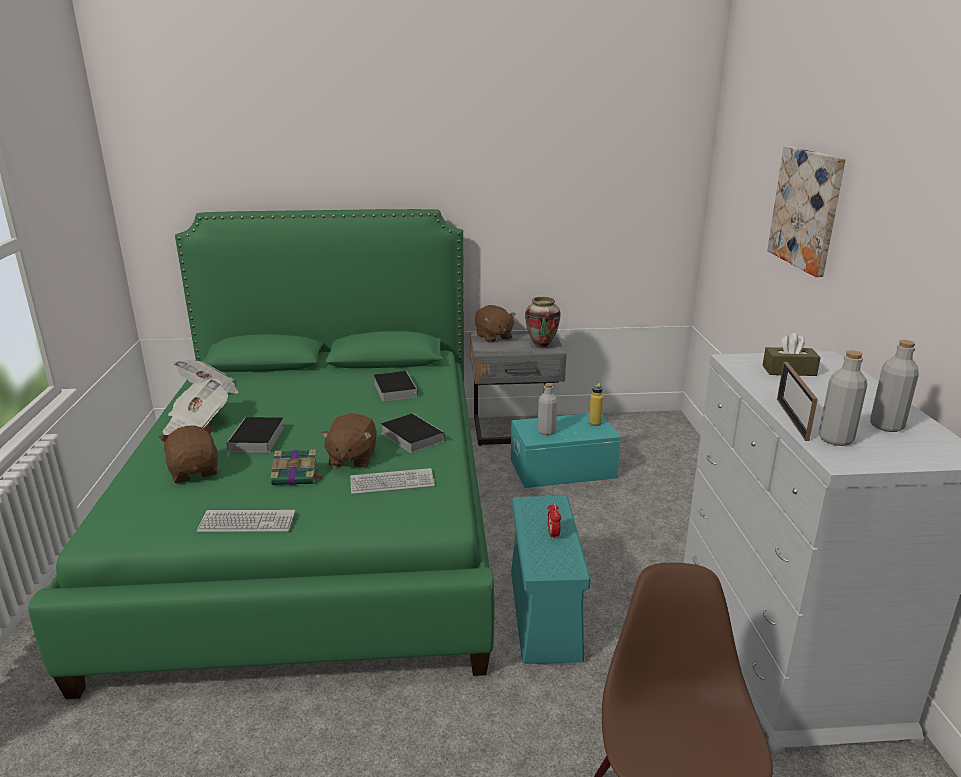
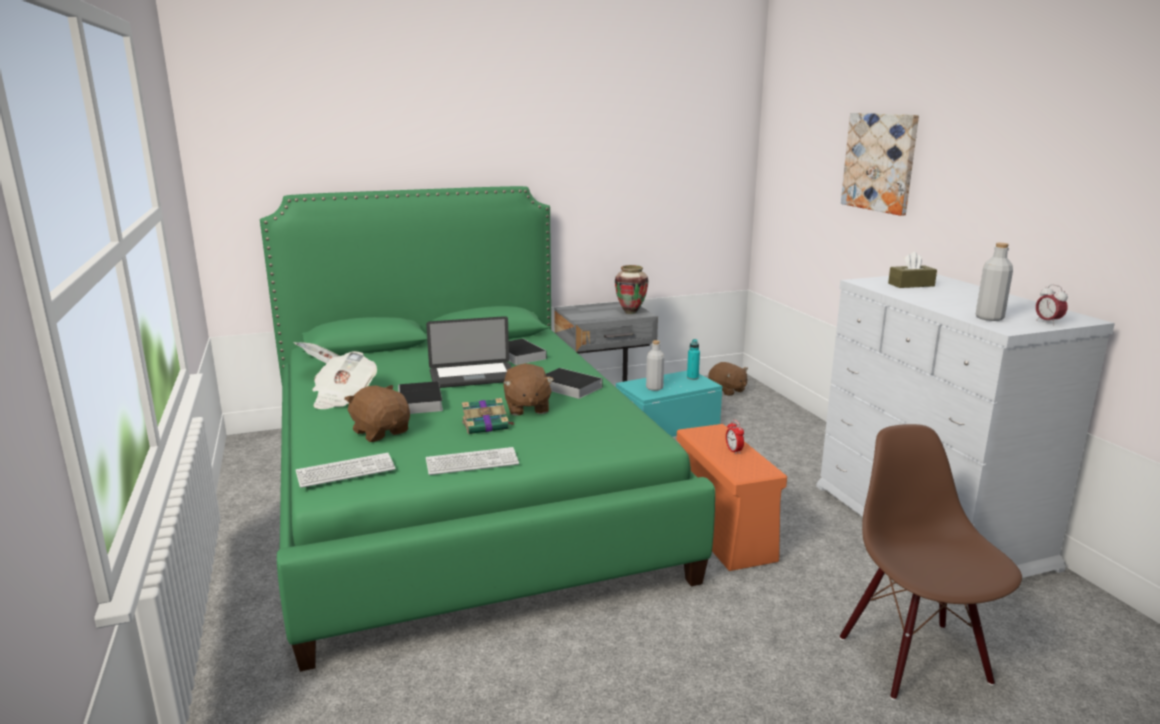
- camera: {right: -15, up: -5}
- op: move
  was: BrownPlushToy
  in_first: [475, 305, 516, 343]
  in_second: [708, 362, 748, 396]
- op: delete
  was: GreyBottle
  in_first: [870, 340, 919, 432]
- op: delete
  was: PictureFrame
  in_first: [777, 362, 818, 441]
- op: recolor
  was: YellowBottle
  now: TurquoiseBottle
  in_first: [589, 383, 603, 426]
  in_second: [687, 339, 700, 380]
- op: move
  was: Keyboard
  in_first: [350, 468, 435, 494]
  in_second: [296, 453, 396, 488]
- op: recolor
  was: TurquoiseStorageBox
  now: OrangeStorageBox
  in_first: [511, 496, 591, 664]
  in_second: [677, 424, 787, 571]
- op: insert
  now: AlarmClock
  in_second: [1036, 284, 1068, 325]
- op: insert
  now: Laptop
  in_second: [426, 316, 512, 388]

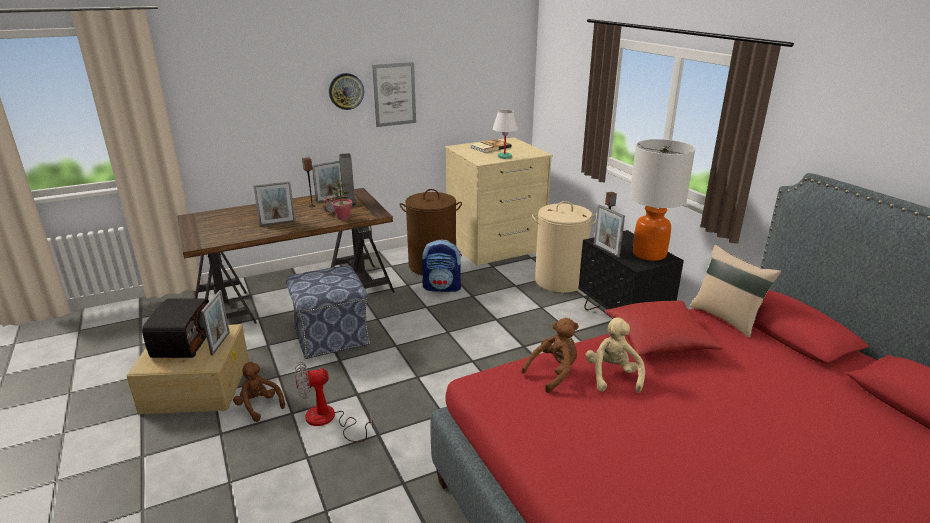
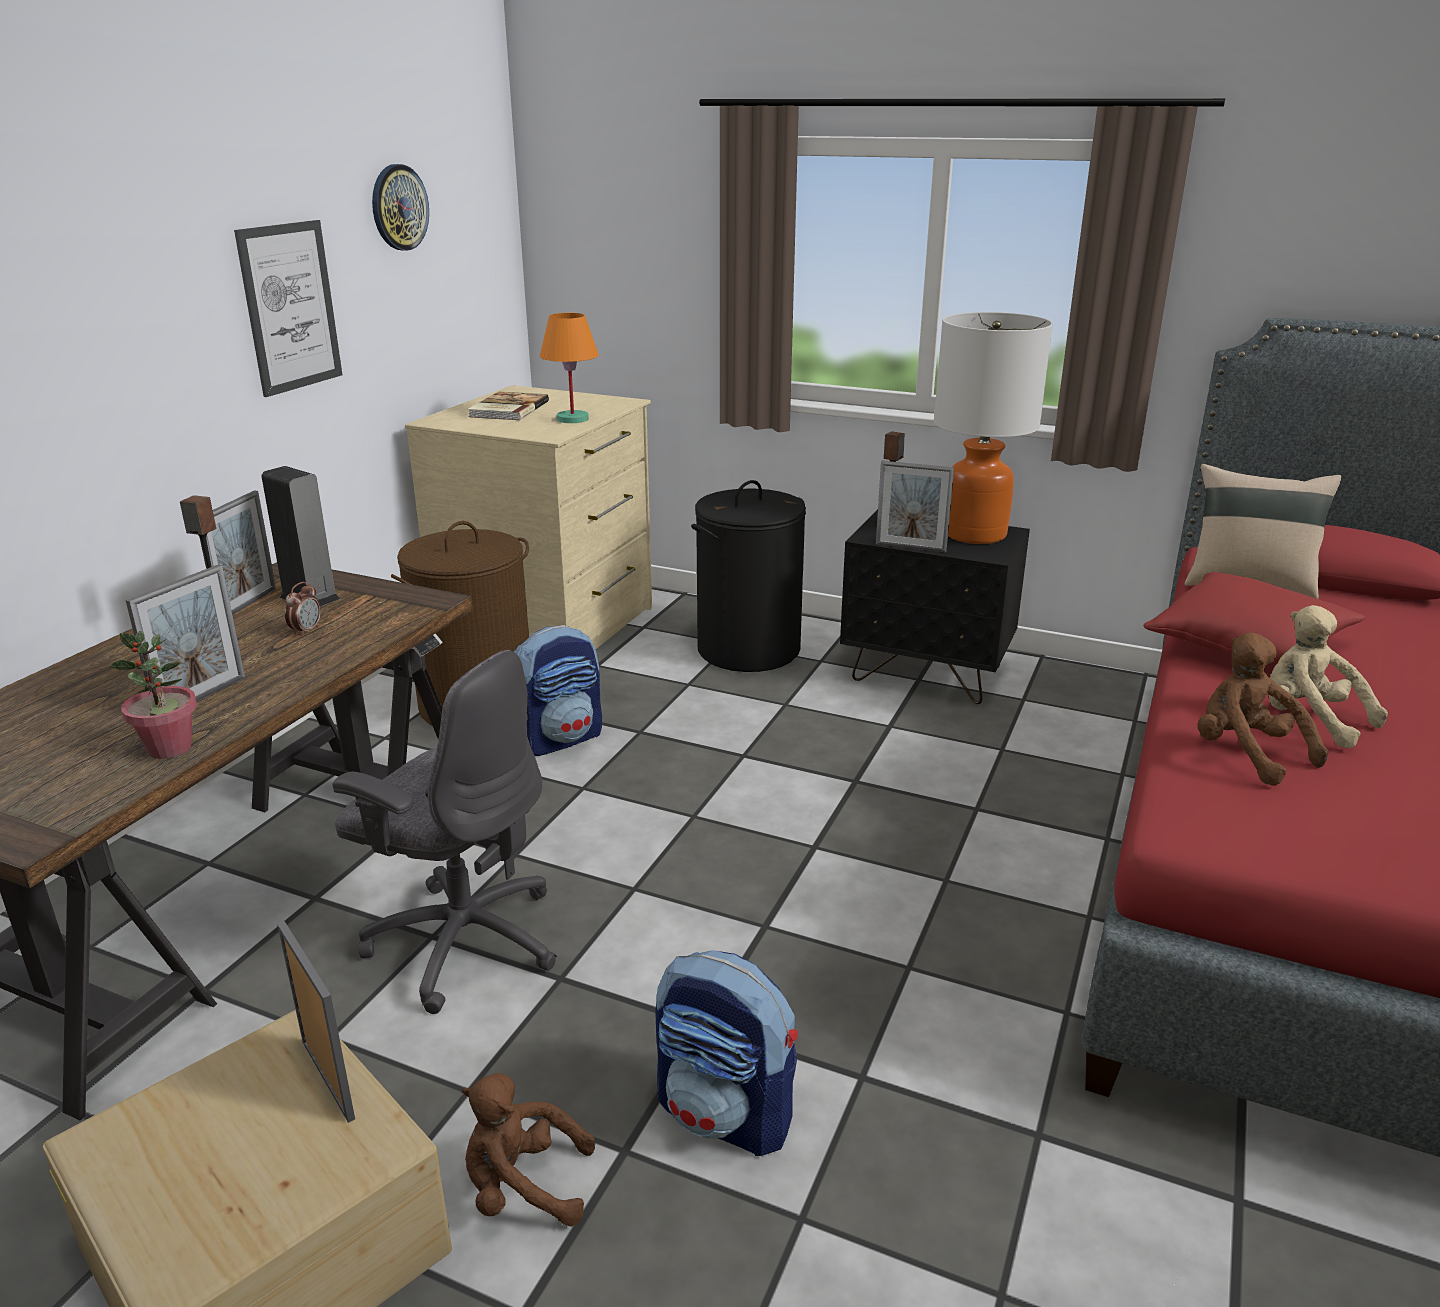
- camera: {right: -40, up: 0}
- op: move
  was: WallClock
  in_first: [329, 73, 364, 110]
  in_second: [372, 164, 429, 251]
- op: recolor
  was: WhiteTableLamp
  now: OrangeTableLamp
  in_first: [493, 110, 519, 159]
  in_second: [540, 313, 599, 423]
- op: move
  was: PottedPlant
  in_first: [331, 180, 352, 220]
  in_second: [109, 631, 197, 759]
- op: recolor
  was: BeigeLaundryBasket
  now: BlackLaundryBasket
  in_first: [532, 201, 597, 293]
  in_second: [691, 480, 806, 672]
- op: replace
  was: Ottoman
  now: GreyOfficeChair
  in_first: [286, 266, 370, 359]
  in_second: [332, 650, 557, 1014]
- op: delete
  was: Radio
  in_first: [142, 299, 209, 358]
- op: rotate
  was: BrownPlushToy
  in_first: [521, 318, 579, 393]
  in_second: [1197, 632, 1328, 786]
  clockwise: -45
- op: replace
  was: Fan
  now: Backpack
  in_first: [295, 362, 373, 442]
  in_second: [655, 950, 798, 1156]

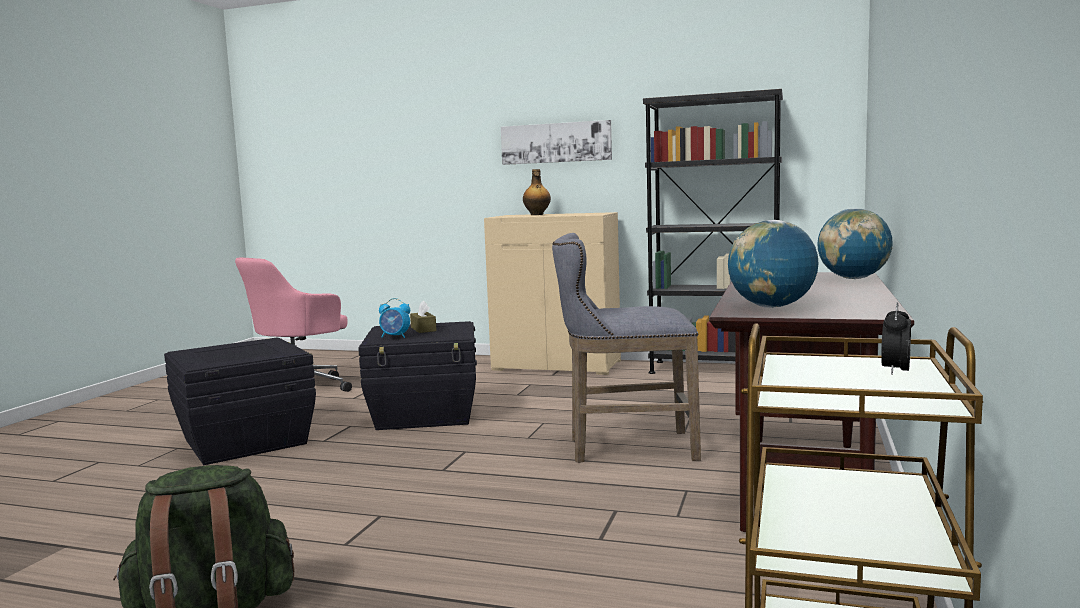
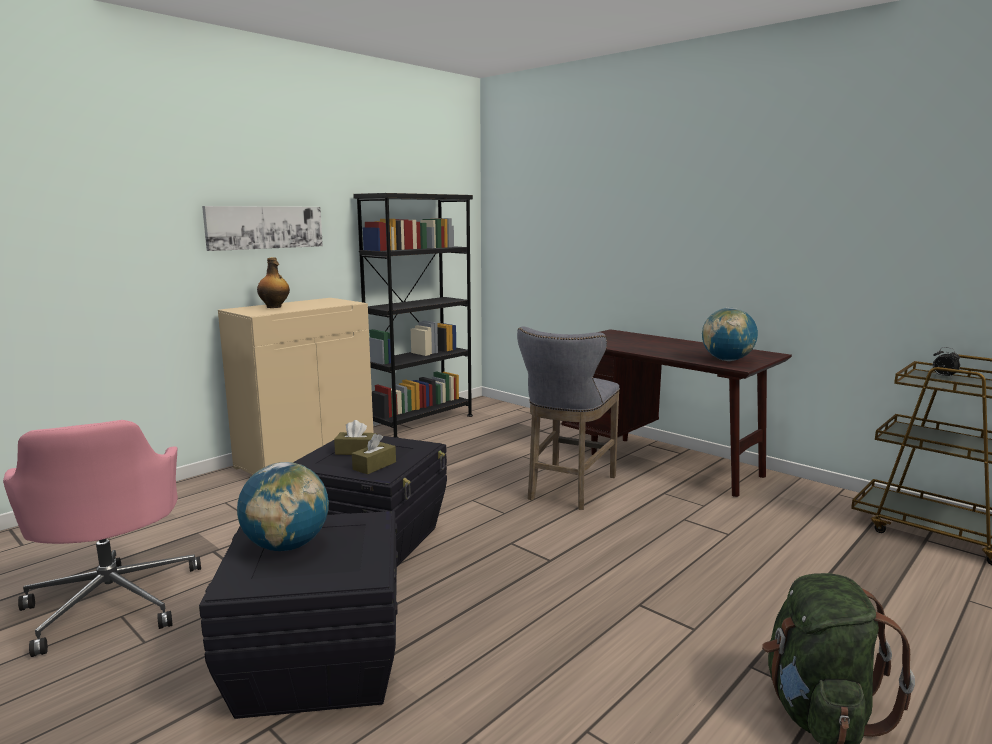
- camera: {right: -65, up: 5}
- op: move
  was: Globe
  in_first: [817, 208, 893, 279]
  in_second: [237, 462, 329, 551]
- op: replace
  was: AlarmClock
  now: BrownTissueBox
  in_first: [379, 298, 410, 338]
  in_second: [352, 433, 396, 474]

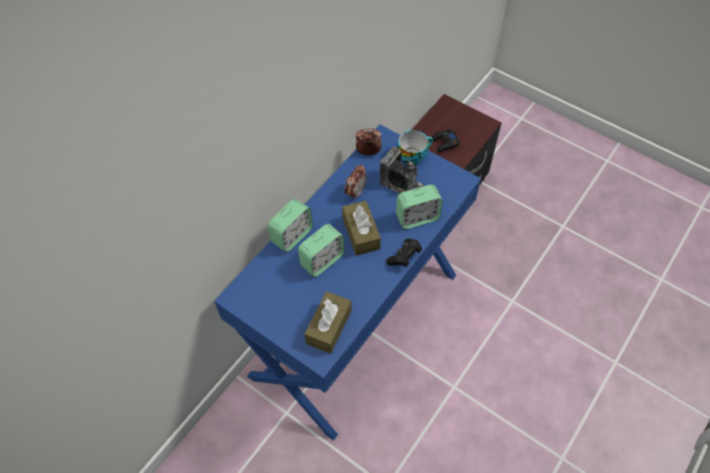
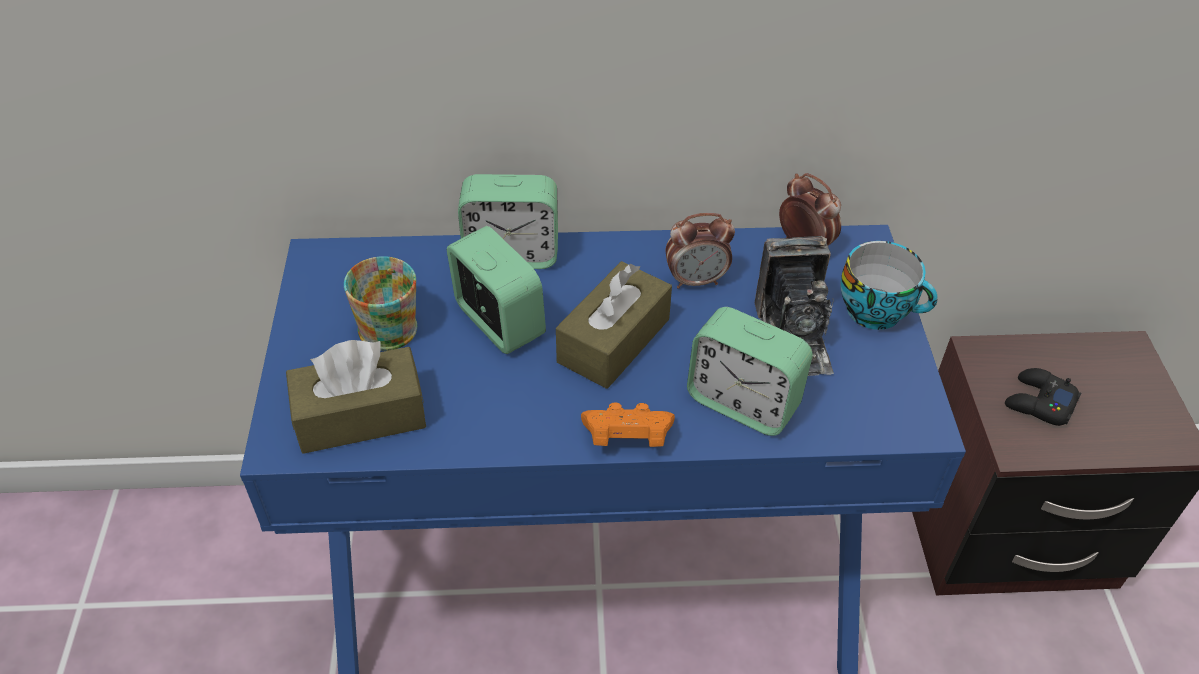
- camera: {right: 50, up: -10}
- op: rotate
  was: AlarmClock
  in_first: [298, 224, 344, 277]
  in_second: [447, 226, 546, 354]
  clockwise: -135
- op: recolor
  was: BlackGameController
  now: OrangeGameController
  in_first: [386, 238, 422, 267]
  in_second: [581, 402, 675, 447]
- op: insert
  now: Mug
  in_second: [344, 256, 417, 351]

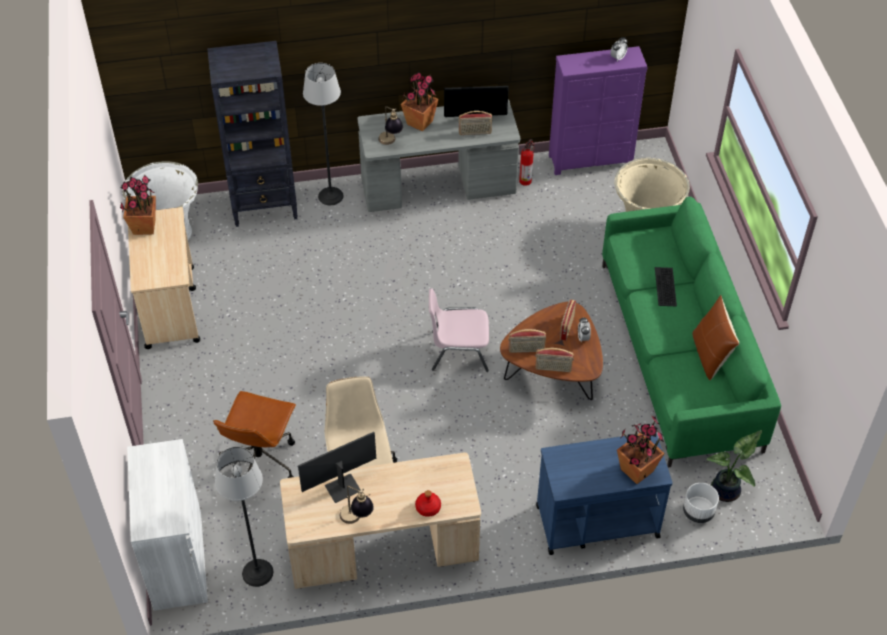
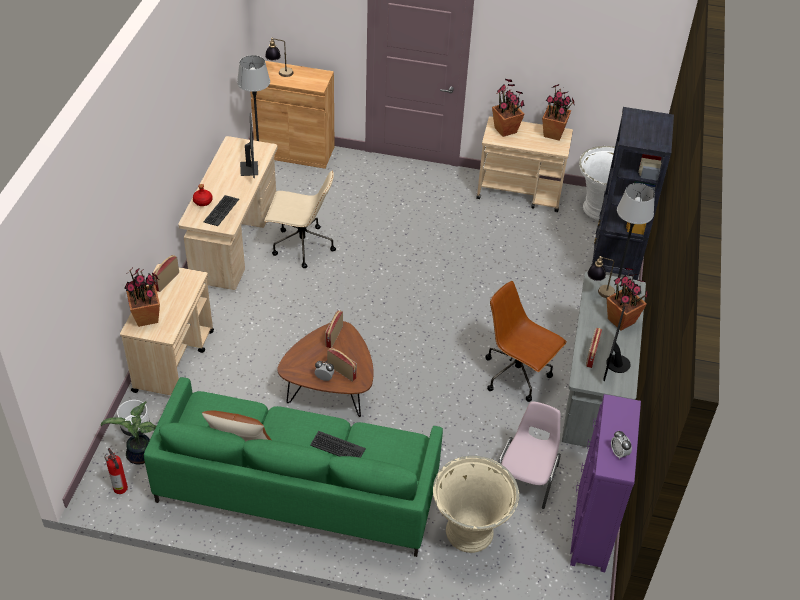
- camera: {right: 110, up: -5}
- op: move
  was: FireExtinguisher
  in_first: [519, 139, 534, 186]
  in_second: [104, 448, 128, 494]
- op: move
  was: PinkChair
  in_first: [429, 288, 489, 372]
  in_second: [498, 401, 561, 509]
- op: move
  was: Radio
  in_first: [535, 348, 574, 372]
  in_second: [152, 255, 179, 292]
- op: move
  was: BrownOfficeChair
  in_first: [213, 391, 296, 478]
  in_second: [485, 281, 567, 402]
- op: recolor
  was: BlueCart
  now: BeigeCart
  in_first: [536, 433, 673, 555]
  in_second: [120, 264, 214, 395]
- op: recolor
  was: WhiteCabinet
  now: BrownCabinet
  in_first: [127, 439, 208, 611]
  in_second: [250, 61, 335, 169]
- op: move
  was: TableLamp
  in_first: [340, 485, 374, 524]
  in_second: [265, 38, 293, 77]
- op: insert
  now: PottedPlant
  in_second: [492, 79, 525, 137]
- op: insert
  now: Keyboard
  in_second: [203, 195, 239, 226]

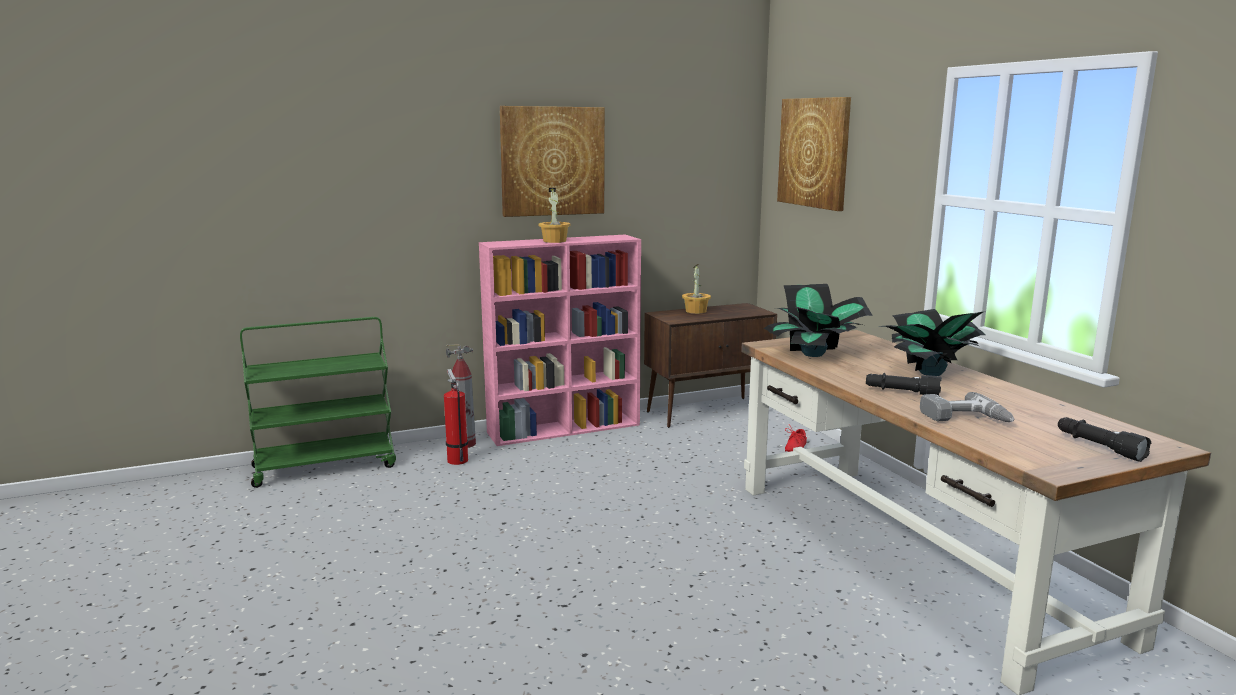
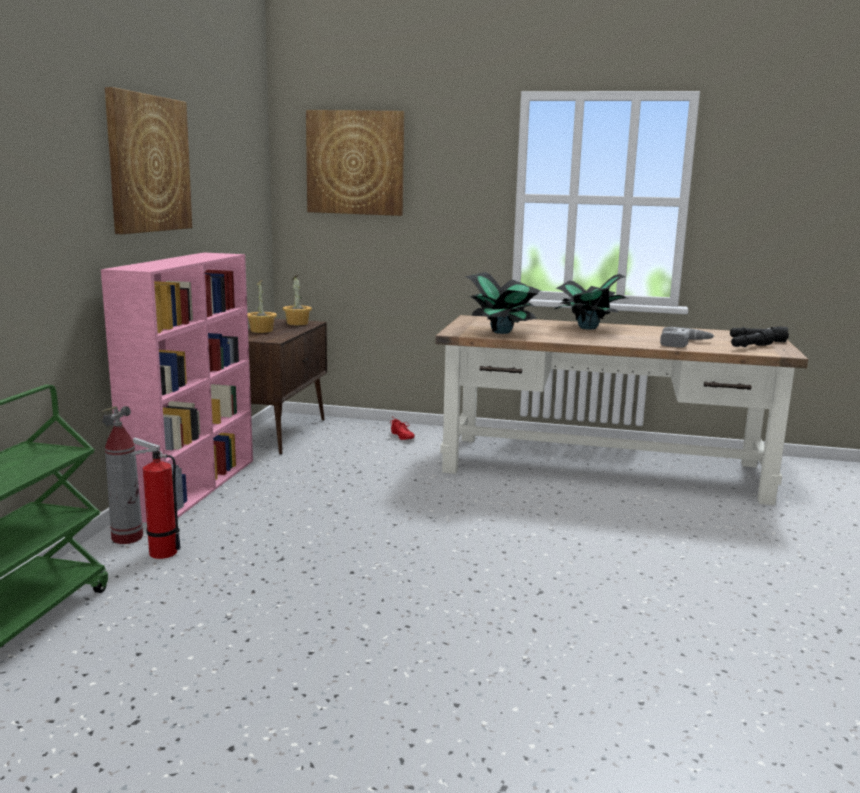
- camera: {right: -55, up: 0}
- op: move
  was: PottedPlant
  in_first: [539, 188, 571, 243]
  in_second: [283, 275, 312, 325]
- op: move
  was: BlackFlashlight
  in_first: [866, 373, 942, 396]
  in_second: [731, 329, 775, 347]

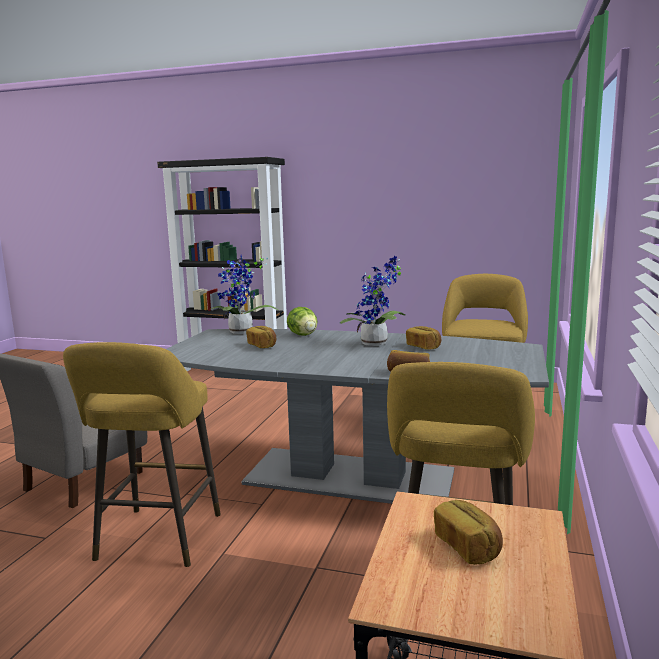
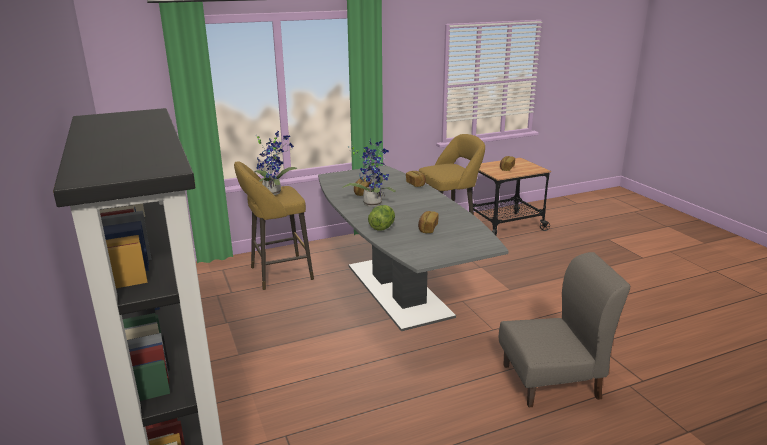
- camera: {right: -130, up: 10}
- op: move
  was: PottedPlant
  in_first: [209, 255, 278, 334]
  in_second: [254, 131, 298, 195]
- op: delete
  was: YellowStool
  in_first: [63, 342, 221, 567]

